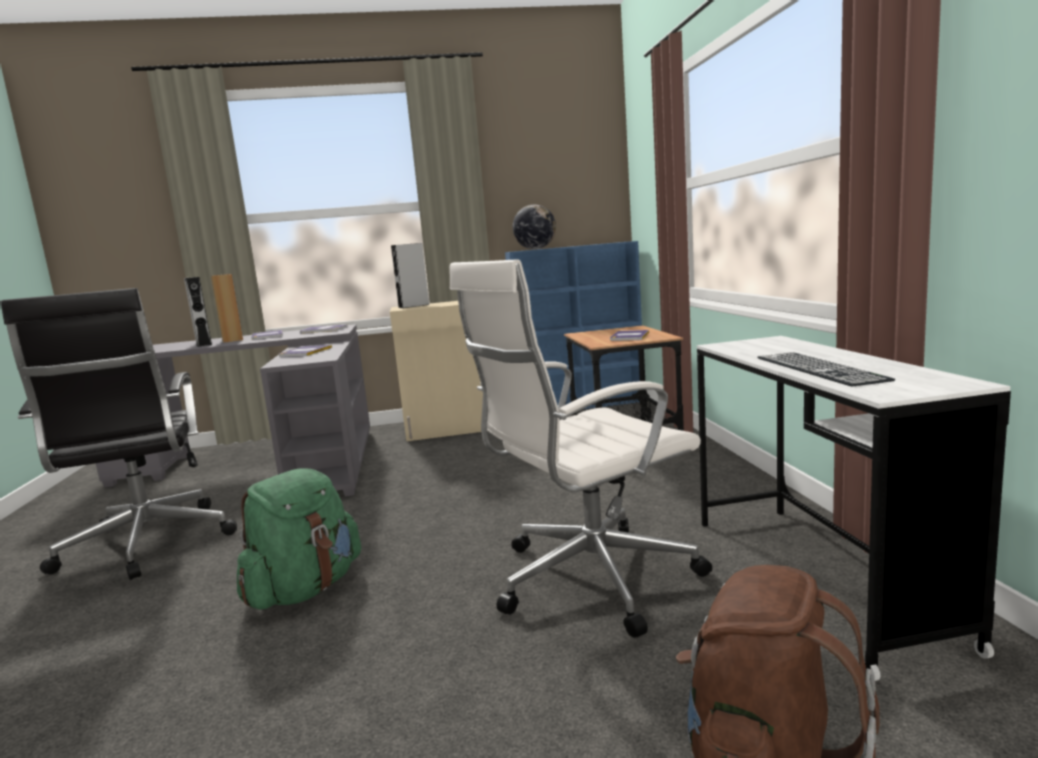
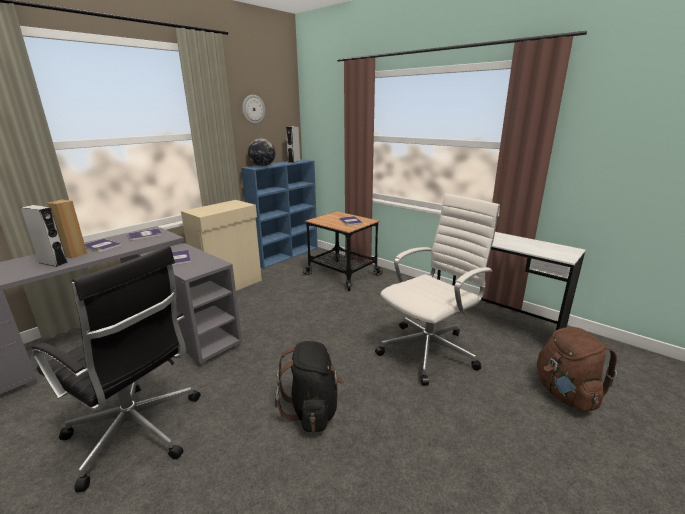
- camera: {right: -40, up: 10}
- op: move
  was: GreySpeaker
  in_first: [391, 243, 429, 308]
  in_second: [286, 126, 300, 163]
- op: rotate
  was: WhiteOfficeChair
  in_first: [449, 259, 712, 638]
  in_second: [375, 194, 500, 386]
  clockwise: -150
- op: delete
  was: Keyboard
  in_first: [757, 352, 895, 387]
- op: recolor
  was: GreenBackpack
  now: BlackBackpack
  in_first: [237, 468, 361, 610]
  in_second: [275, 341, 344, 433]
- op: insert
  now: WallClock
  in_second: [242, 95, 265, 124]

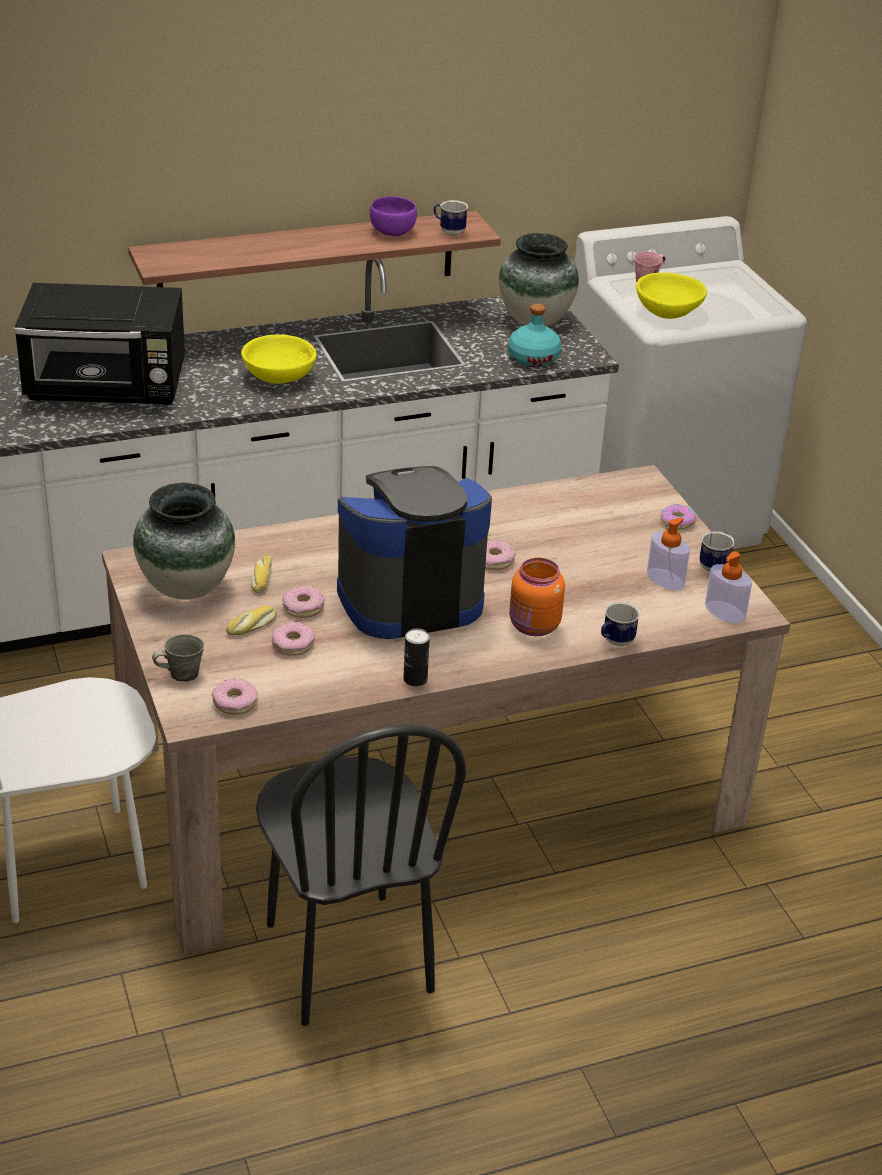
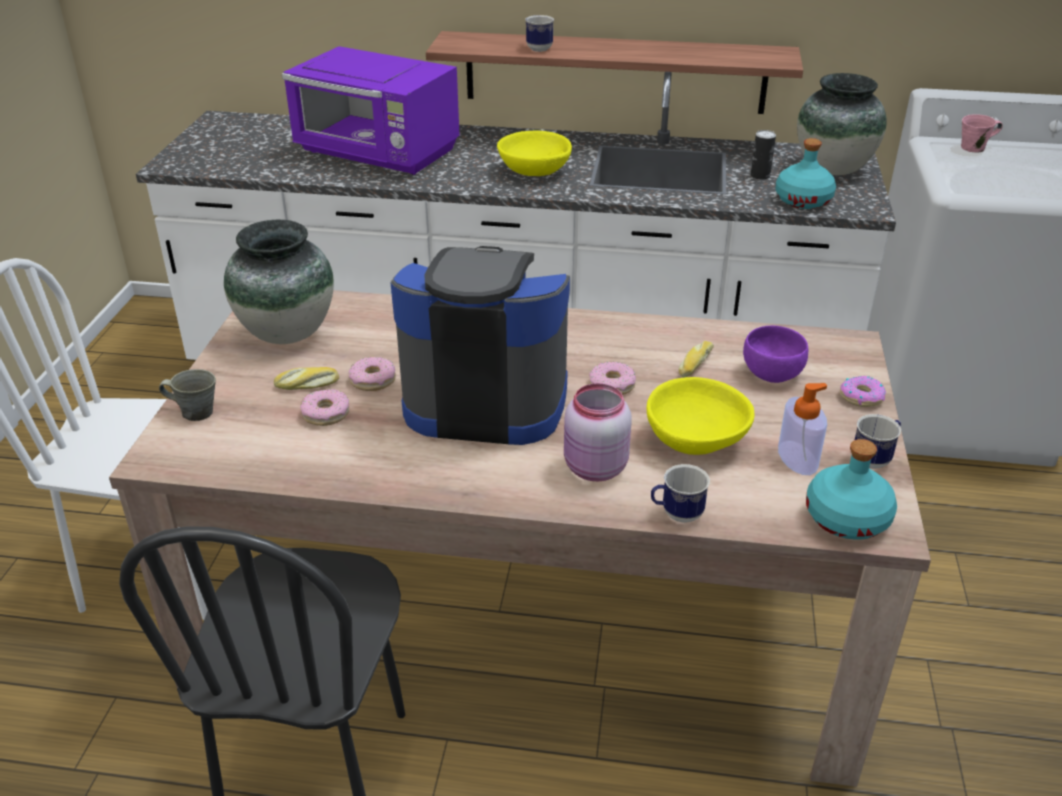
- camera: {right: 30, up: 0}
- op: move
  was: PurpleBowl
  in_first: [370, 196, 417, 236]
  in_second: [743, 326, 808, 383]
- op: move
  was: Mug
  in_first: [434, 200, 468, 236]
  in_second: [525, 15, 554, 52]
- op: move
  was: YellowBowl
  in_first: [636, 272, 707, 319]
  in_second: [647, 377, 755, 455]
- op: recolor
  was: BlackMicrowave
  now: PurpleMicrowave
  in_first: [14, 283, 185, 405]
  in_second: [282, 46, 460, 175]
- op: replace
  was: SoapDispenser
  now: TurquoiseBottle
  in_first: [705, 551, 752, 623]
  in_second: [806, 439, 897, 540]
- op: move
  was: Bread
  in_first: [251, 556, 272, 593]
  in_second: [679, 341, 714, 377]
- op: recolor
  was: OrangeJar
  now: PinkJar
  in_first: [509, 558, 565, 636]
  in_second: [564, 383, 632, 481]
- op: move
  was: Can
  in_first: [403, 628, 430, 686]
  in_second: [751, 130, 776, 180]
- op: delete
  was: Donut
  in_first: [212, 679, 258, 715]

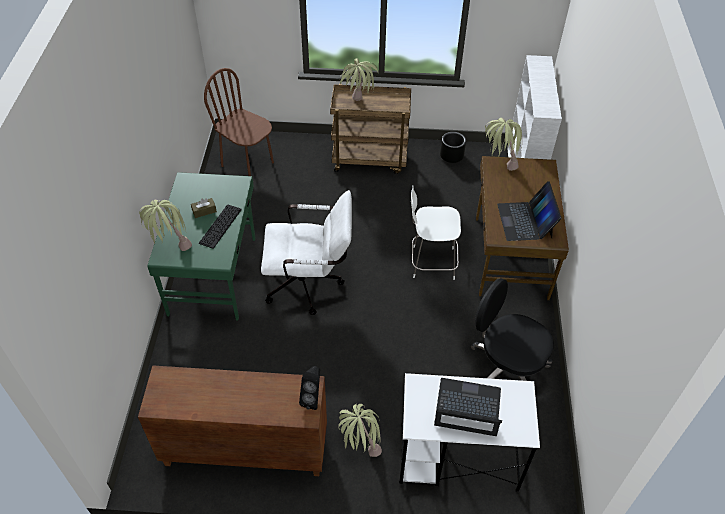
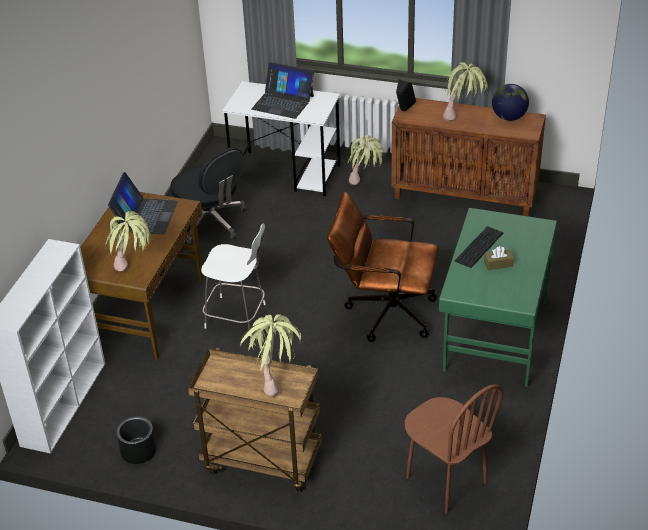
- camera: {right: -165, up: -10}
- op: recolor
  was: WhiteOfficeChair
  now: BrownOfficeChair
  in_first: [261, 190, 352, 315]
  in_second: [327, 192, 438, 342]
- op: move
  was: PottedPlant
  in_first: [139, 200, 192, 251]
  in_second: [443, 62, 488, 121]
- op: insert
  now: Globe
  in_second: [492, 84, 529, 121]

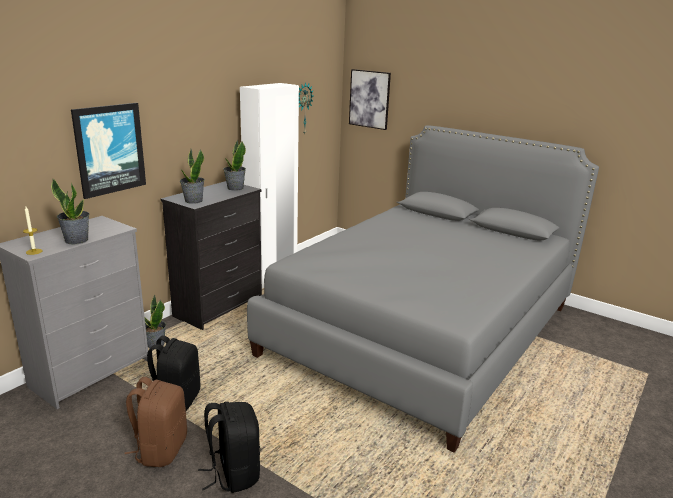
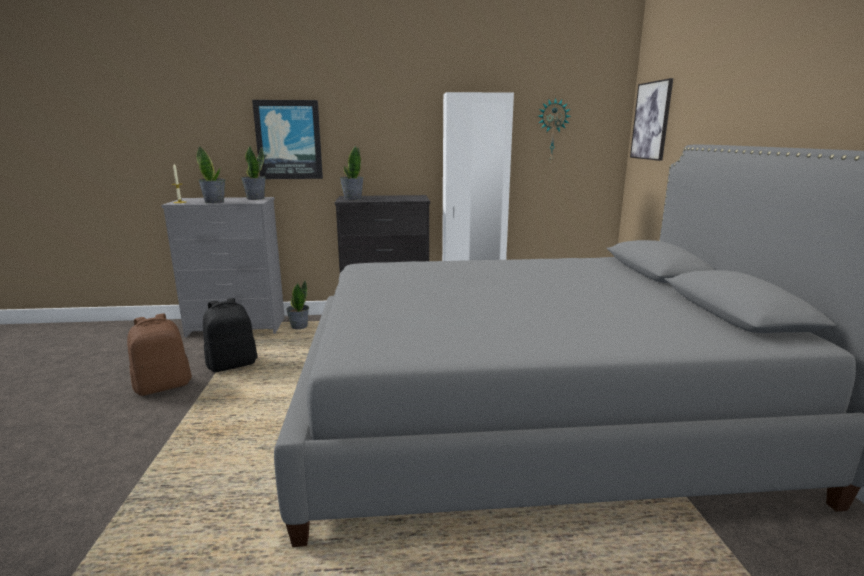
- camera: {right: 50, up: -5}
- op: move
  was: PottedPlant
  in_first: [223, 139, 246, 191]
  in_second: [241, 146, 266, 200]
- op: delete
  was: BlackBackpack
  in_first: [198, 402, 261, 493]

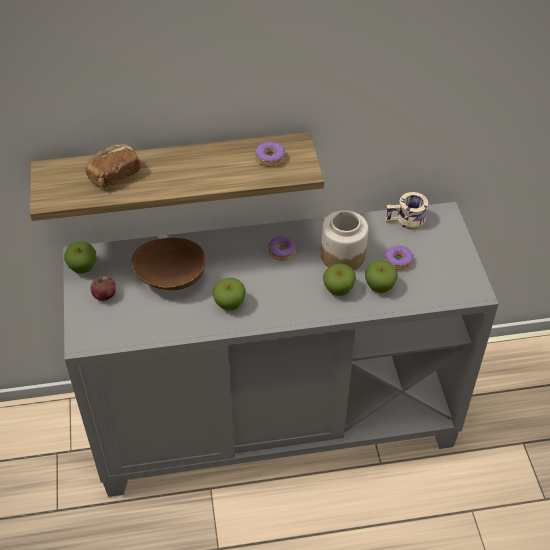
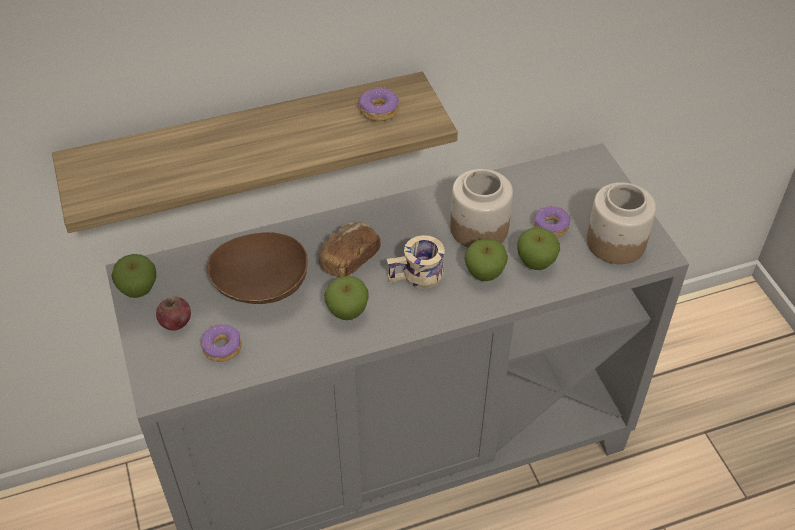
- camera: {right: -10, up: 0}
- op: move
  was: Bread
  in_first: [86, 144, 141, 188]
  in_second: [318, 221, 381, 277]
- op: move
  was: BeigeMug
  in_first: [385, 192, 428, 230]
  in_second: [387, 235, 445, 289]
- op: move
  was: Donut
  in_first: [268, 236, 296, 261]
  in_second: [201, 324, 242, 362]
- op: insert
  now: Jar
  in_second: [587, 182, 656, 264]

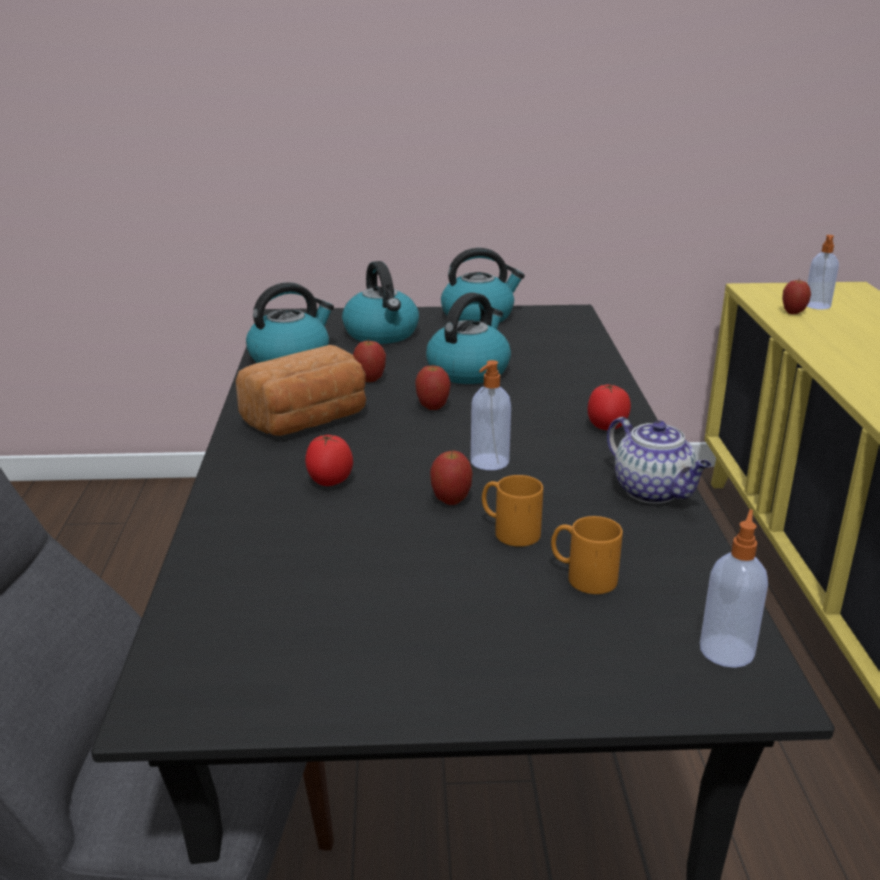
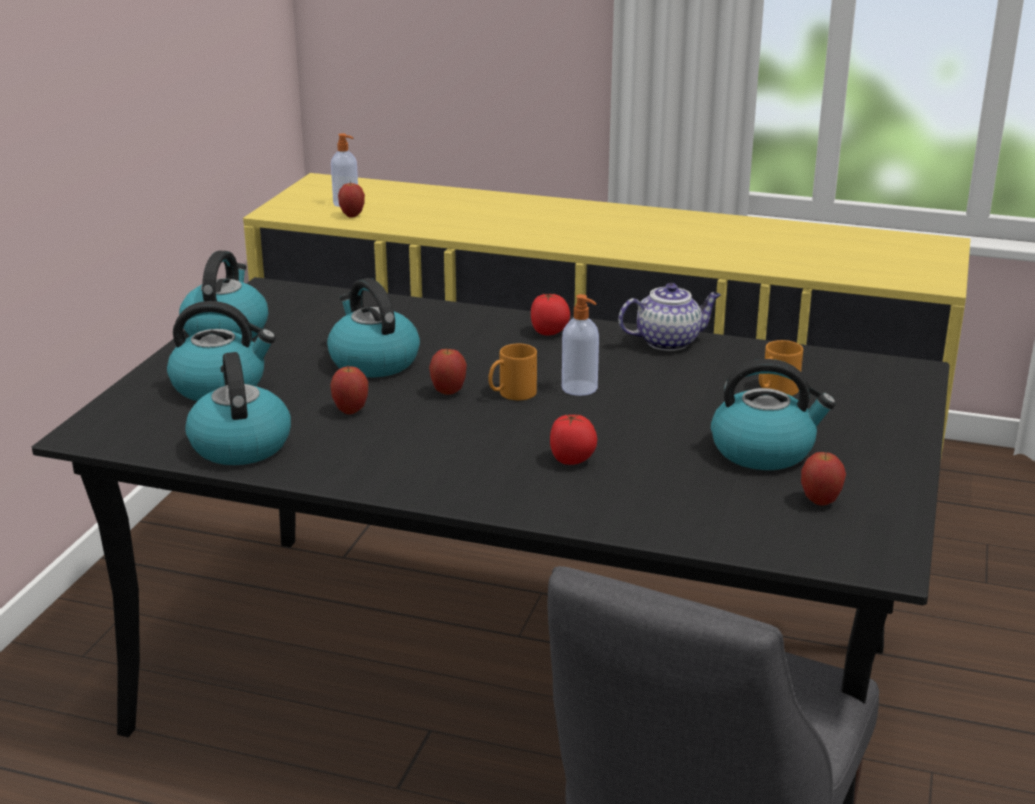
- camera: {right: -70, up: 0}
- op: delete
  was: Bread
  in_first: [236, 345, 366, 436]
- op: move
  was: Apple
  in_first: [430, 450, 472, 505]
  in_second: [801, 452, 846, 506]
- op: move
  was: OrangeMug
  in_first: [482, 475, 543, 547]
  in_second: [488, 344, 537, 400]
- op: delete
  was: SoapDispenser
  in_first: [700, 509, 768, 668]
- op: insert
  now: Kettle
  in_second: [711, 359, 836, 470]

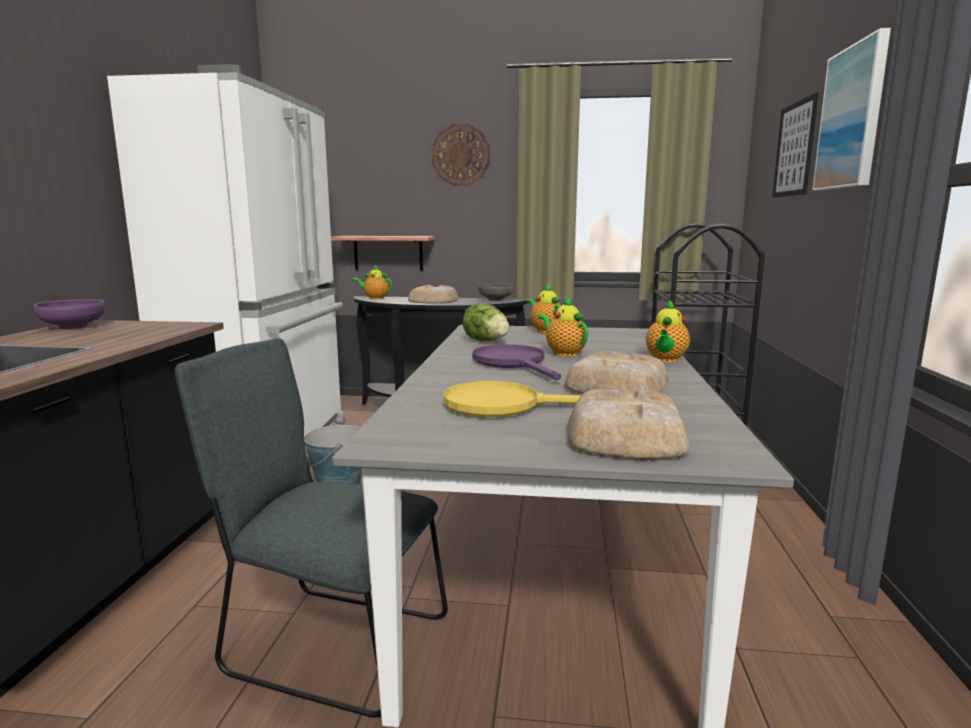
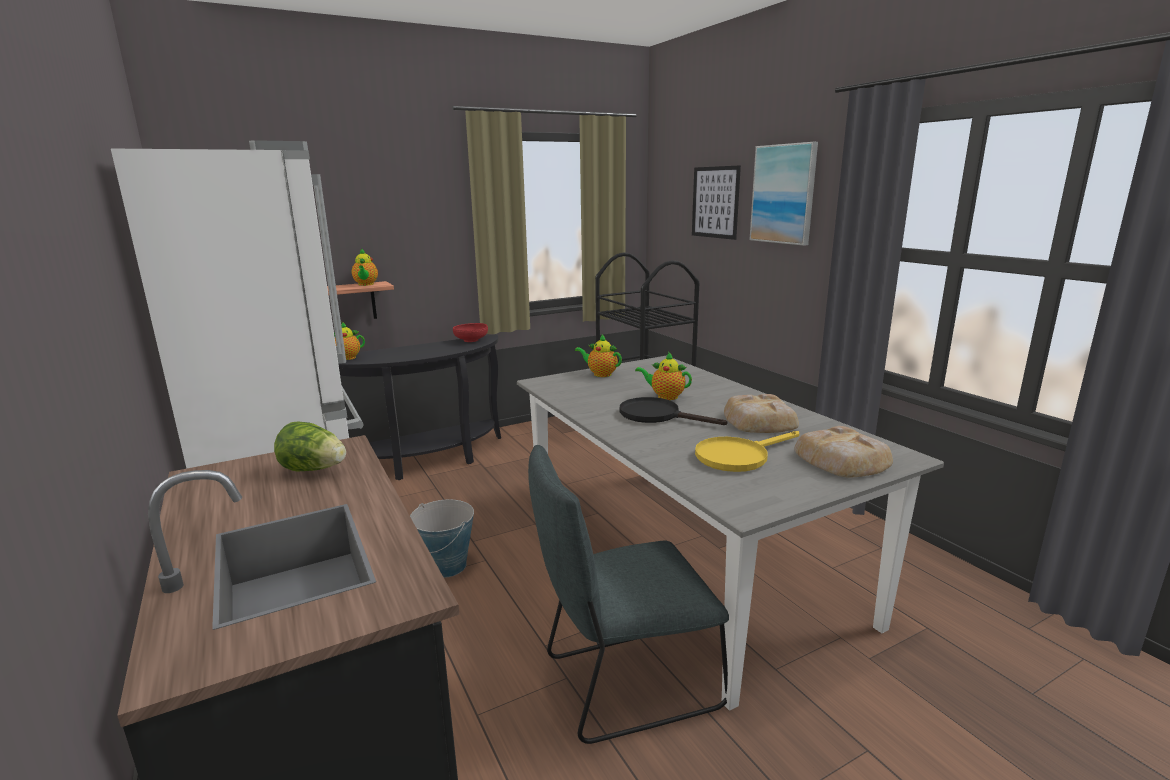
- camera: {right: -35, up: 5}
- op: delete
  was: WallClock
  in_first: [431, 124, 490, 186]
- op: recolor
  was: GreyBowl
  now: RedBowl
  in_first: [478, 284, 514, 301]
  in_second: [453, 323, 488, 342]
- op: delete
  was: Bread
  in_first: [408, 285, 458, 304]
- op: delete
  was: PurpleBowl
  in_first: [34, 299, 105, 329]
- op: move
  was: Teapot
  in_first: [646, 300, 690, 362]
  in_second: [352, 248, 378, 286]
- op: move
  was: Lettuce
  in_first: [463, 303, 509, 341]
  in_second: [274, 422, 346, 471]
- op: recolor
  was: PurpleFryingPan
  now: BlackFryingPan
  in_first: [472, 344, 561, 380]
  in_second: [620, 397, 727, 425]

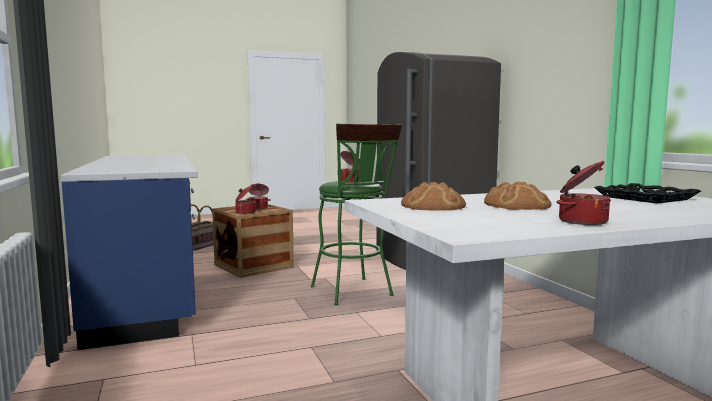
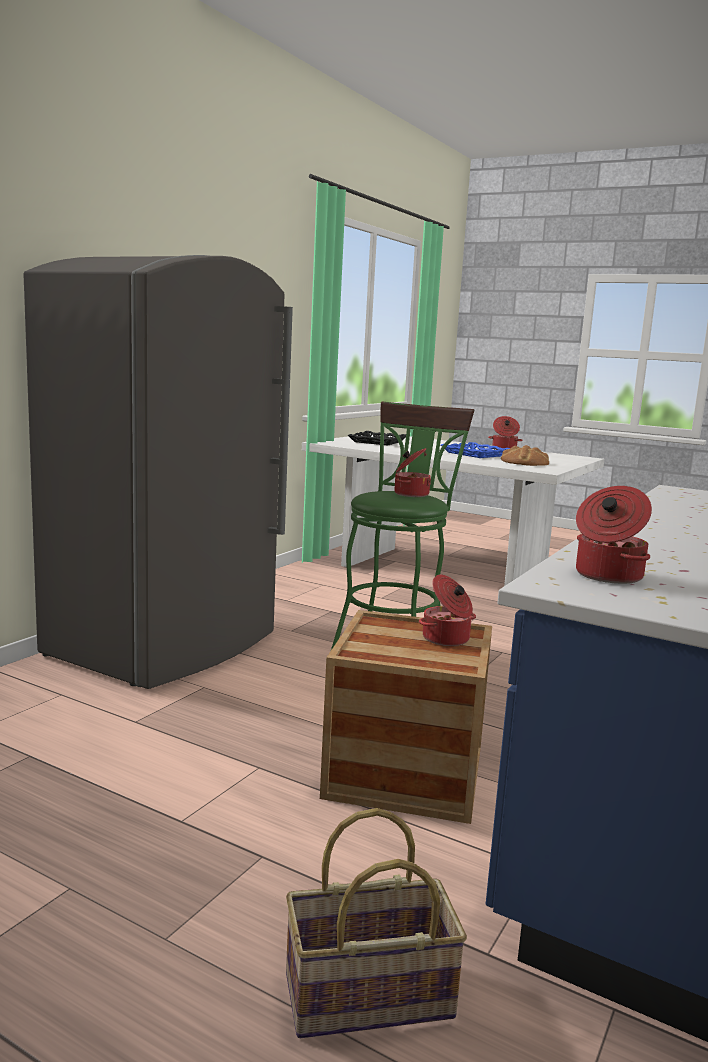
- camera: {right: -130, up: 5}
- op: replace
  was: Bread
  now: BlueTray
  in_first: [484, 181, 551, 210]
  in_second: [441, 442, 510, 458]
- op: move
  was: CookingPot
  in_first: [246, 184, 271, 209]
  in_second: [576, 486, 652, 584]

